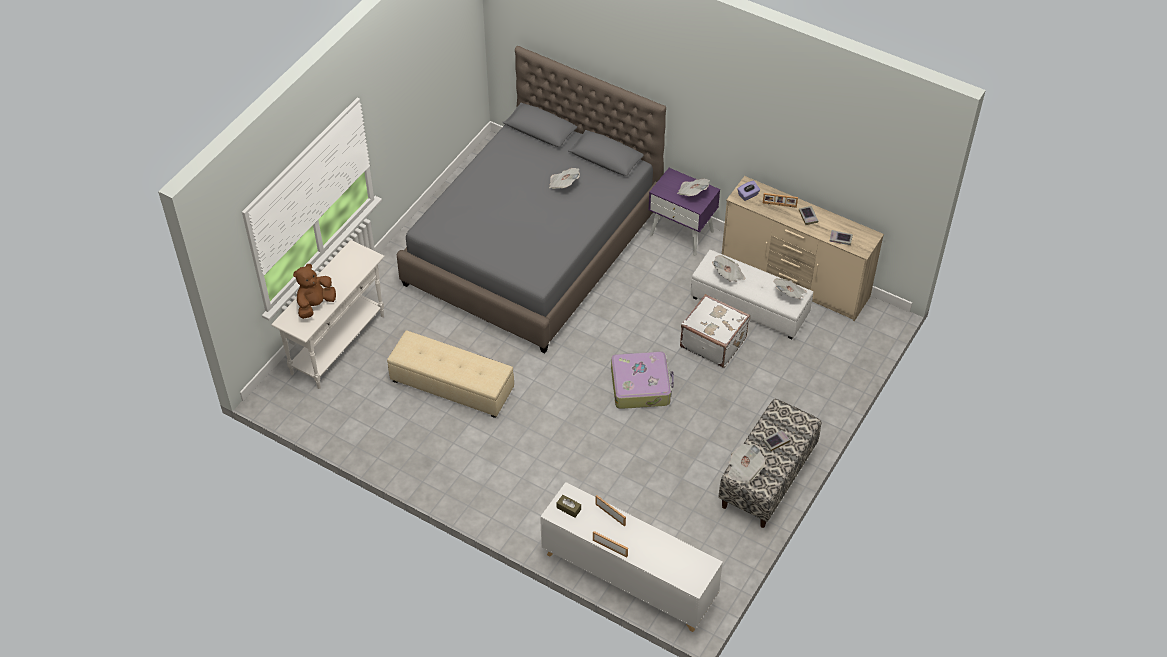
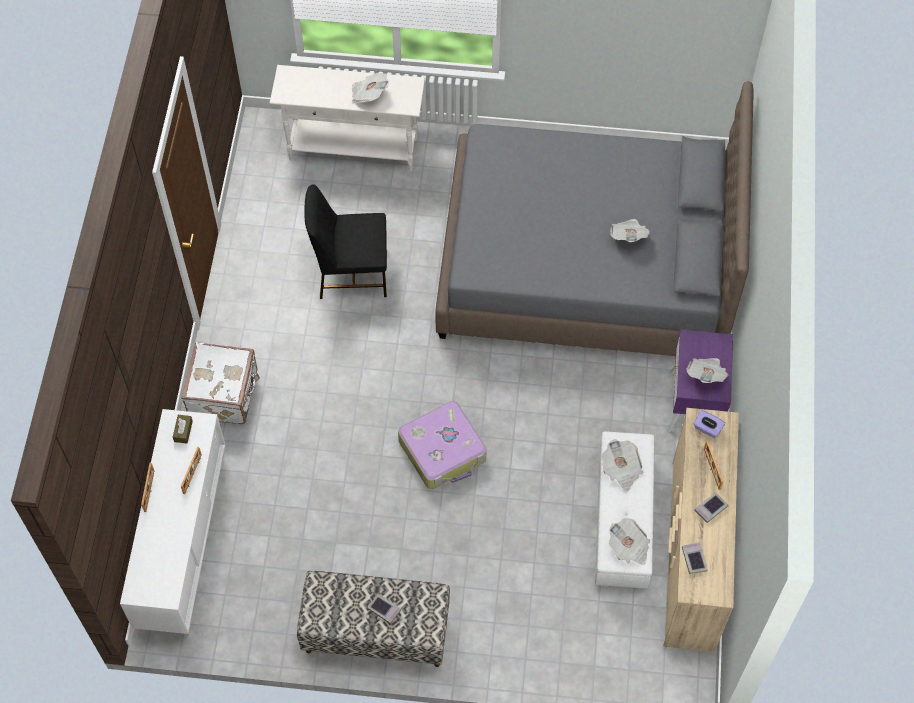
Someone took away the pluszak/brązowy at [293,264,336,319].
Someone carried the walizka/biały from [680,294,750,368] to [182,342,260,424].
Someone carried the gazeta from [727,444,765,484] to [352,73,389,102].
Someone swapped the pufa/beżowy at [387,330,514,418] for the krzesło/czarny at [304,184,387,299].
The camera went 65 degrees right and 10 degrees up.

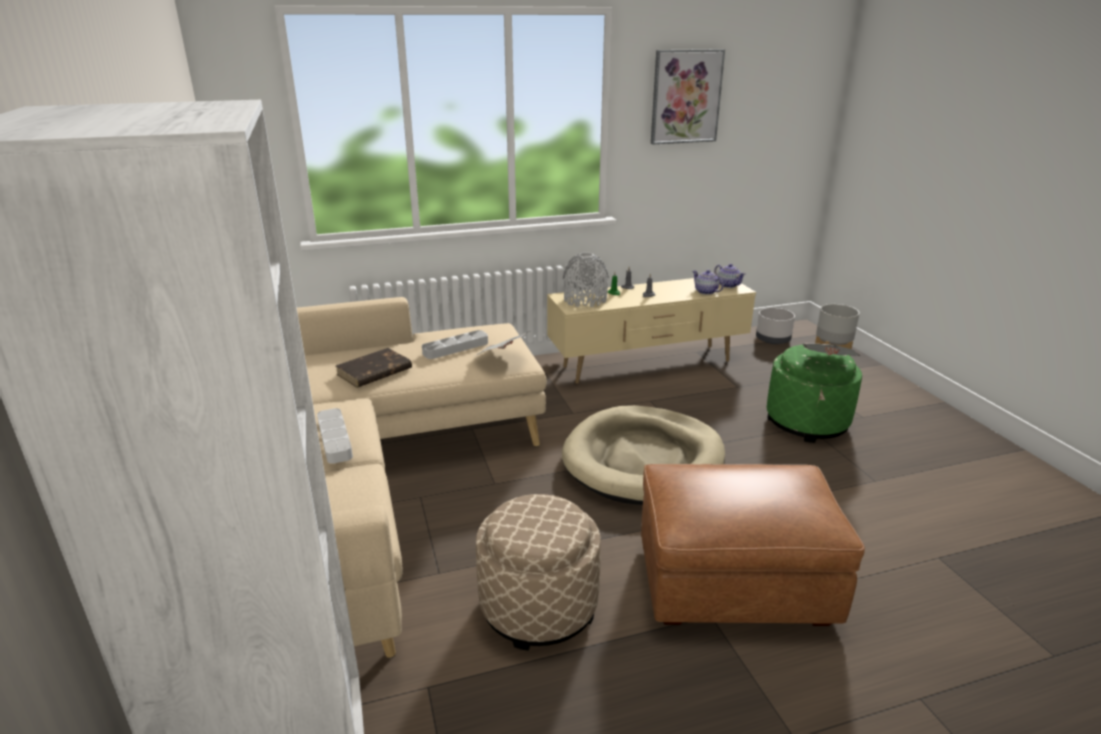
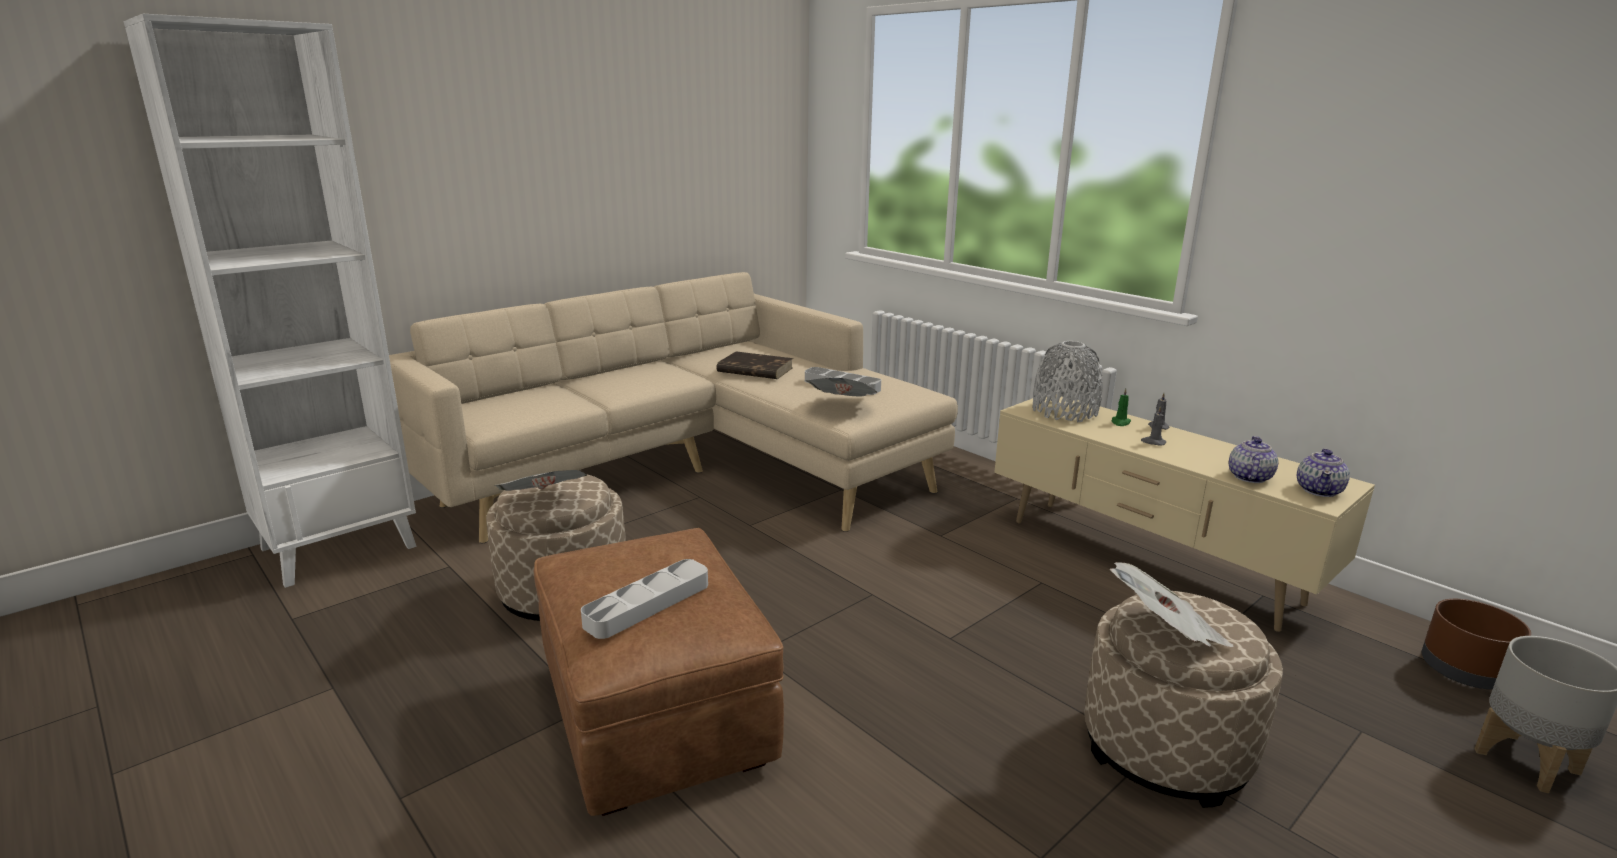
Someone took away the legowisko/beżowy at [562,405,725,505].
Someone took away the obraz at [651,49,725,144].
Someone put down the gazeta at [496,470,587,491].
Someone carried the taca/szary from [317,408,353,464] to [581,559,708,639].
Someone repainted the donica/szary at [756,308,795,344], which became the donica/brązowy at [1422,599,1531,690].
Someone repainted the pufa/zielony at [767,345,862,443], which became the pufa/beżowy at [1084,591,1283,808].
The camera went 65 degrees right and 5 degrees down.

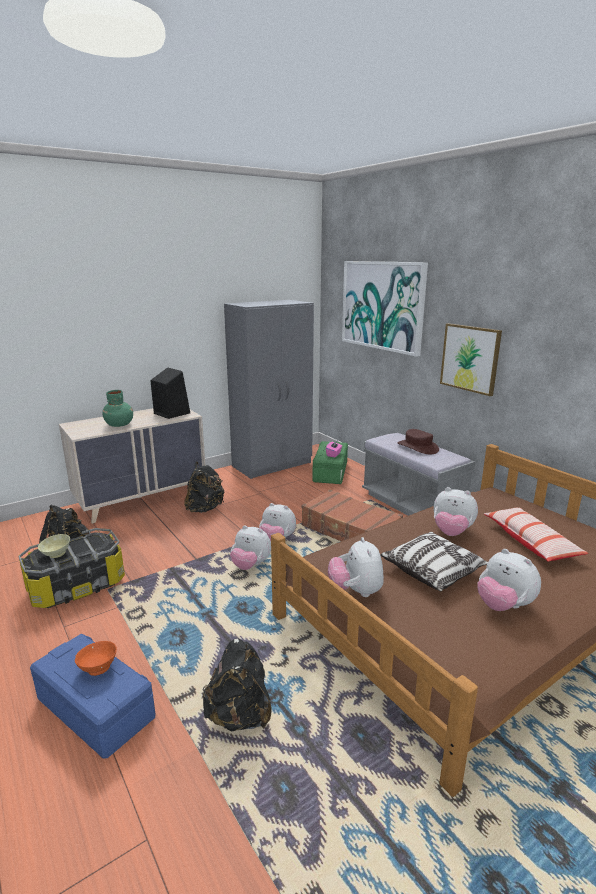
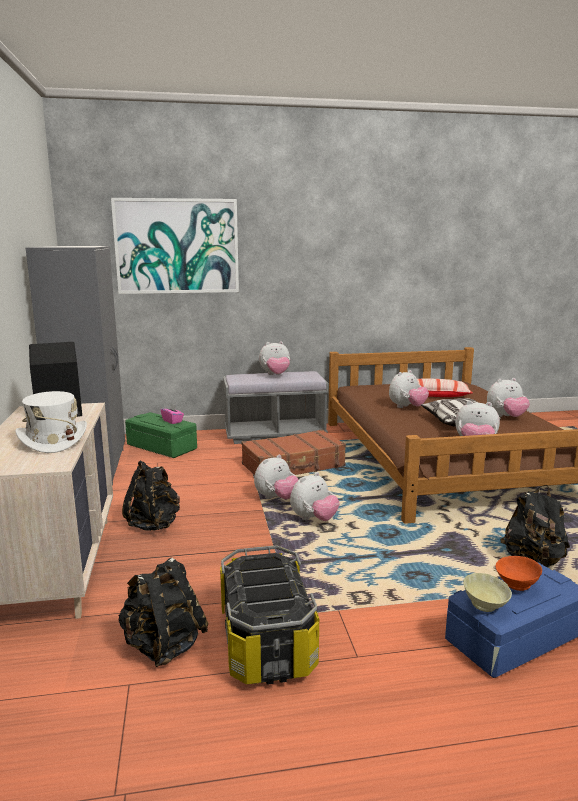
Someone took away the obraz at [440,323,502,396].
Someone carried the miska/beżowy from [38,534,70,558] to [464,573,512,612].
Someone swapped the wazon/zielony at [102,390,133,427] for the kapelusz/biały at [15,391,87,453].
Someone swapped the kapelusz/brązowy at [397,429,439,454] for the pluszak at [259,341,290,375].
The camera went 65 degrees left and 5 degrees down.

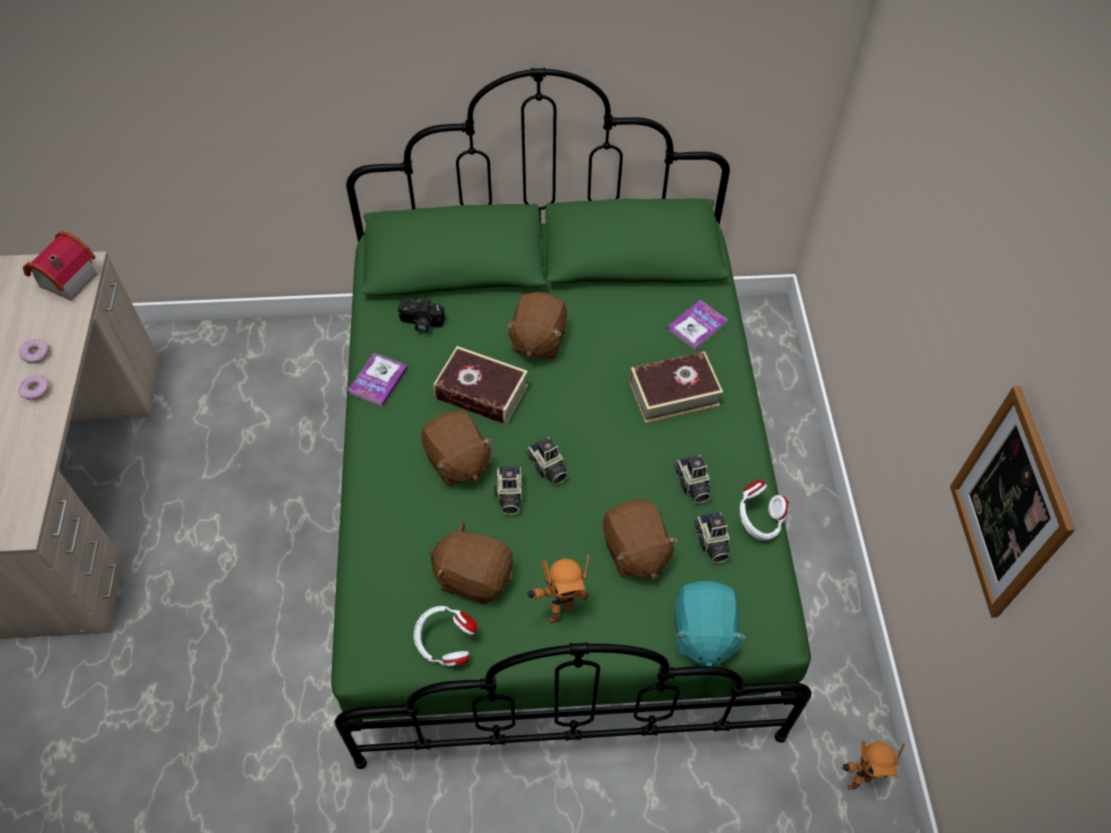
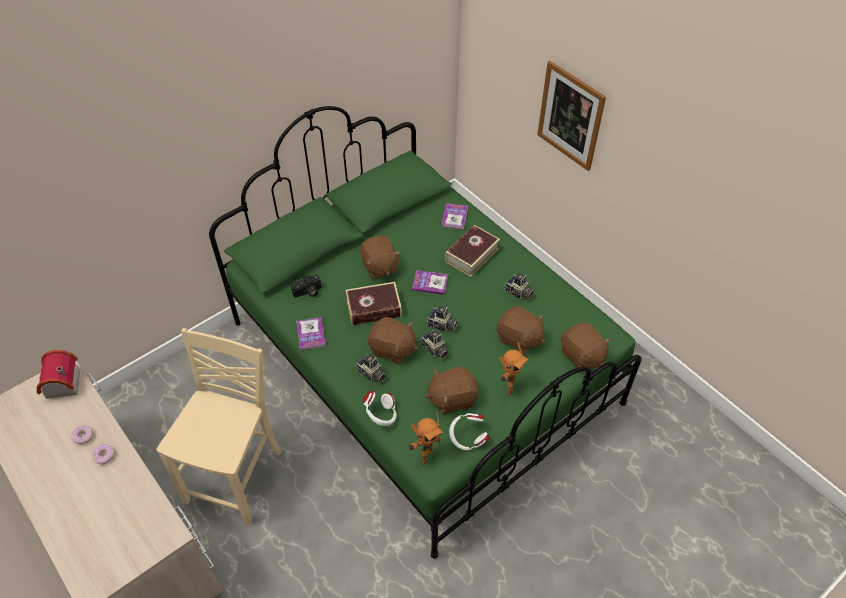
Someone put down the krzesło/beżowy at [156,328,281,524].
Someone put down the książka at [412,270,448,295].
Someone carried the aparat fotograficzny from [694,512,730,563] to [355,354,386,383].
Someone carried the słuchawki/biały from [740,480,789,540] to [363,391,397,426].
Someone carried the robot zabawkowy from [841,740,905,789] to [408,411,443,465].
Someone carried the obraz from [950,386,1075,618] to [537,61,606,171].
Someone repainted the pluszak/turkusowy at [675,581,747,666], which became the pluszak/brązowy at [561,323,611,368].
The camera went 35 degrees left and 5 degrees down.

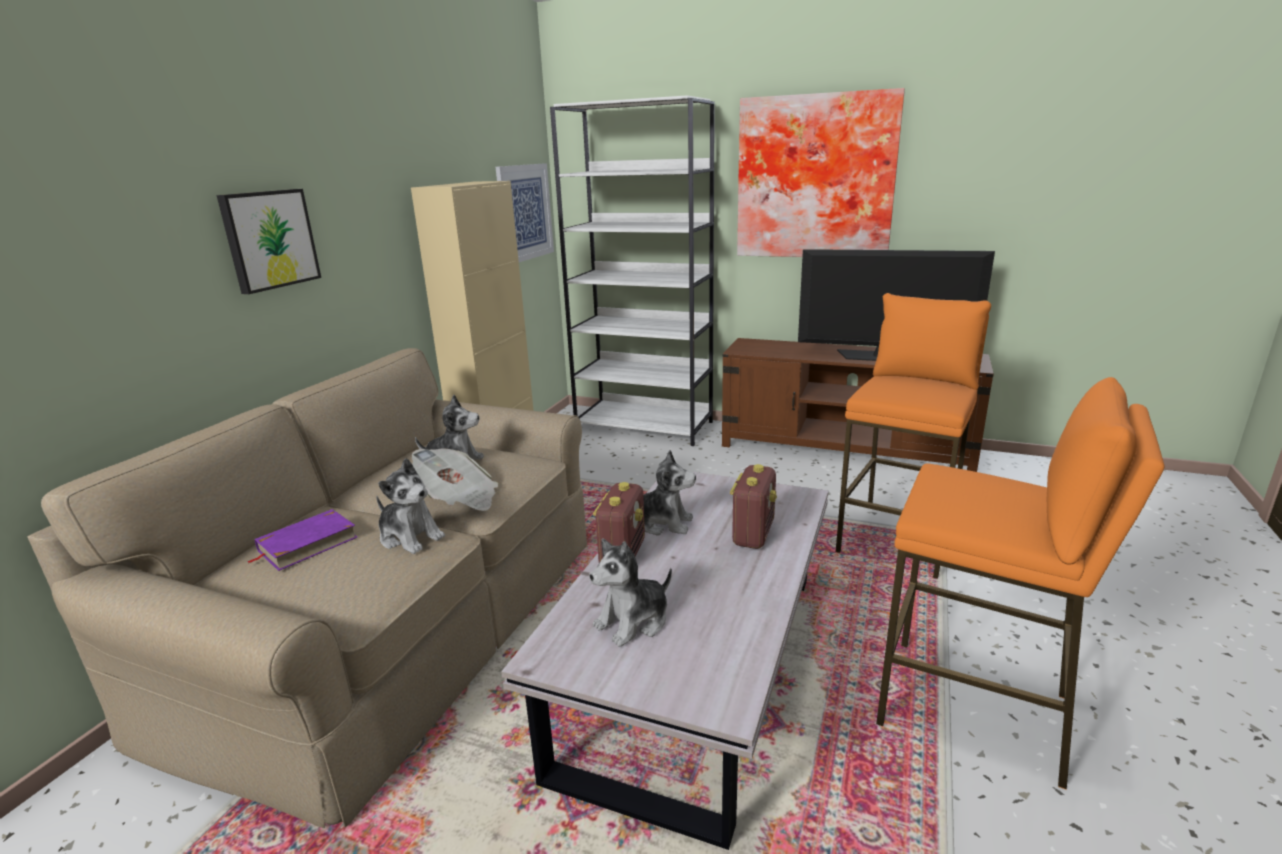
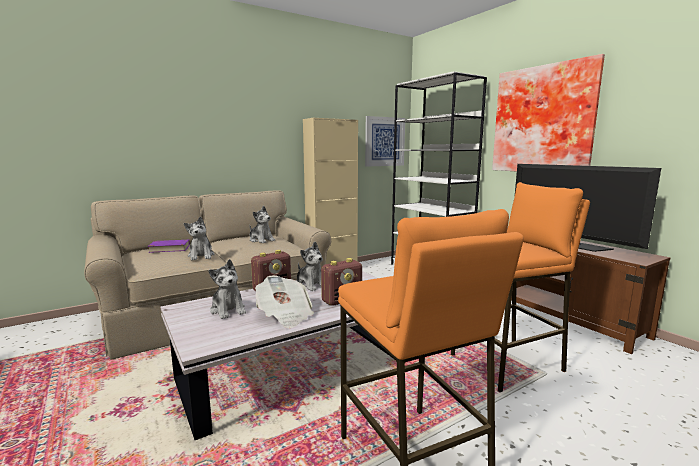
Someone took away the obraz at [216,189,321,294].
Someone carried the gazeta from [412,448,498,511] to [255,275,314,328].
Someone rotated the pluszak at [589,538,672,647] by 120 degrees counterclockwise.
The camera went 35 degrees right and 10 degrees down.

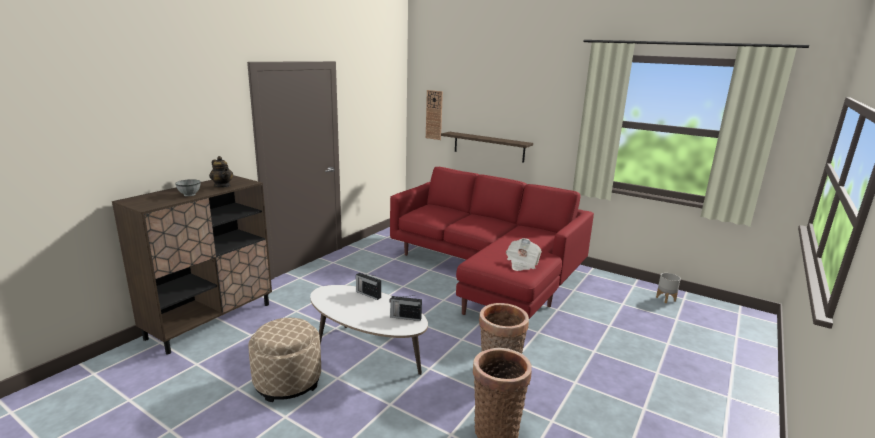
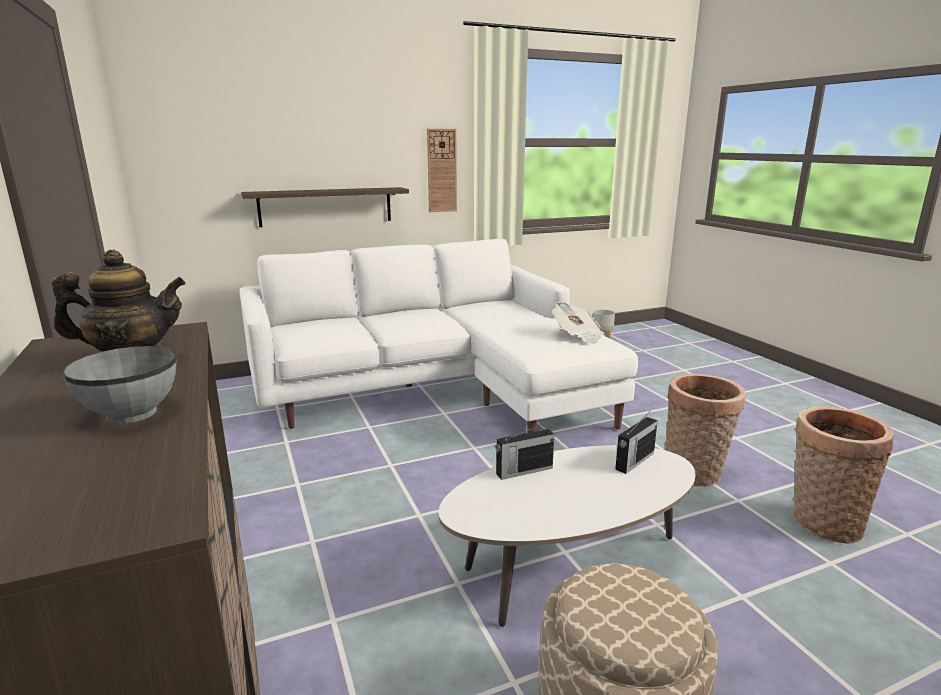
Someone carried the zegar ścienny from [426,90,443,140] to [427,129,457,212].
Someone repainted the kanapa/czerwony at [390,167,594,319], which became the kanapa/biały at [239,239,638,433].
The camera went 55 degrees left and 0 degrees up.

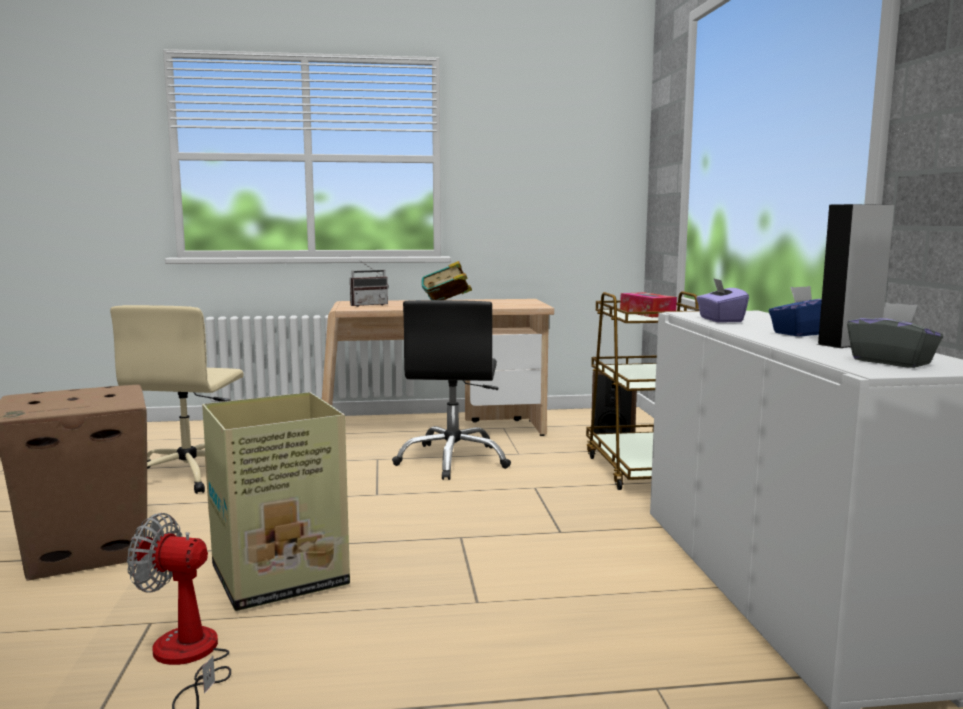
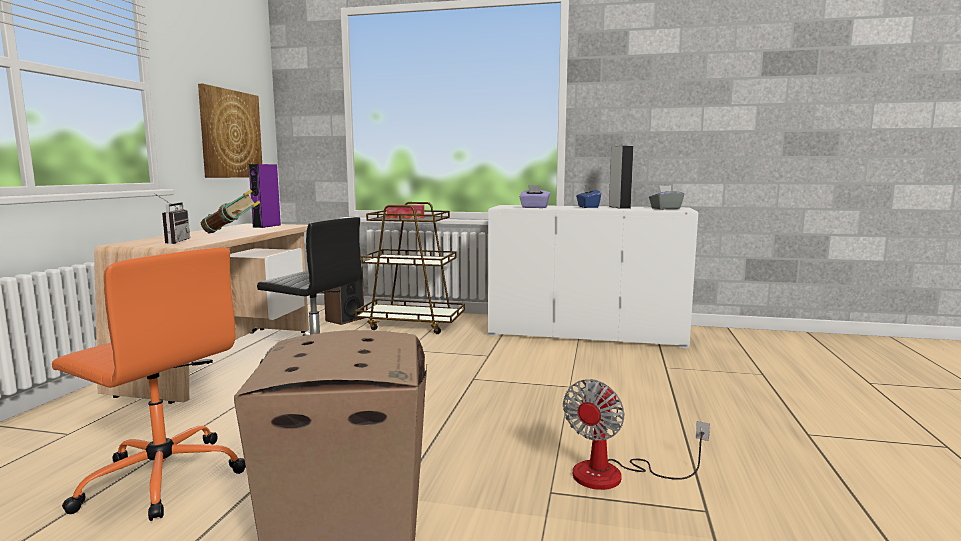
Someone took away the karton at [202,392,350,611].
Someone put up the obraz at [198,84,262,178].
Someone put down the głośnik/fioletowy at [248,164,281,228].
Someone repainted the krzesło biurowe/beżowy at [110,305,243,494], which became the krzesło biurowe/pomarańczowy at [52,248,246,521].
The camera went 70 degrees left and 0 degrees up.

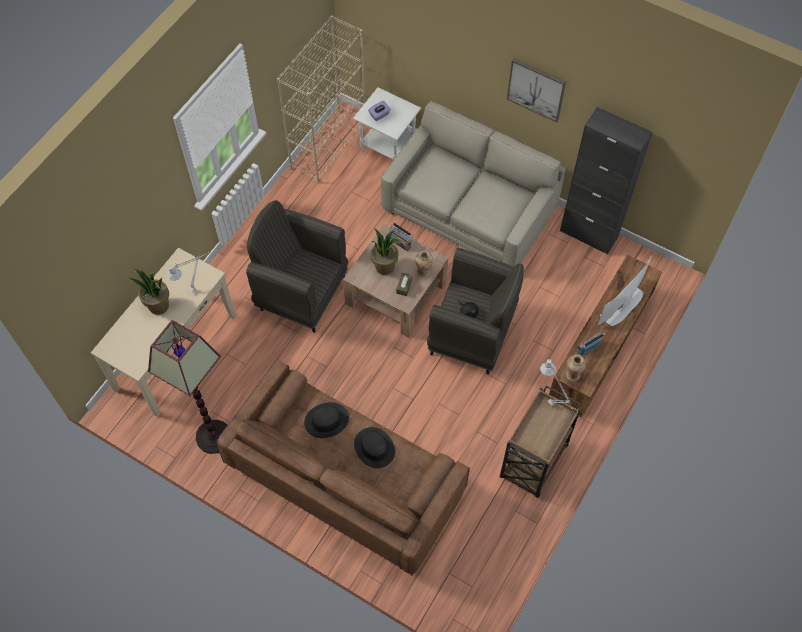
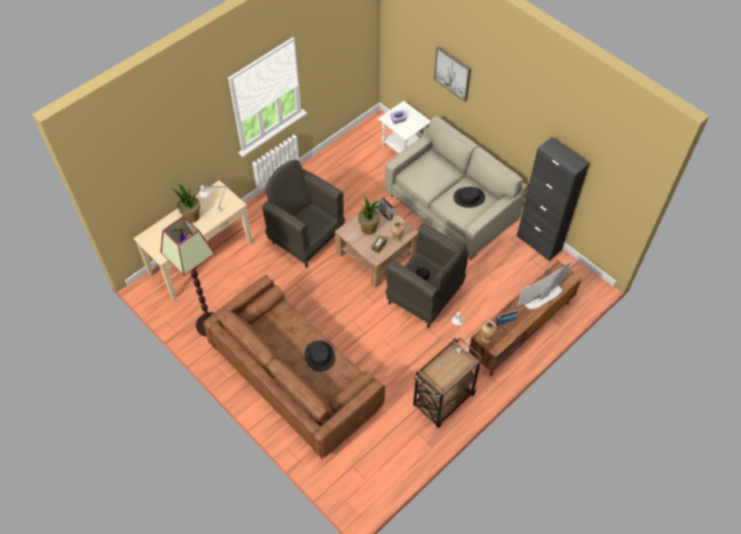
Someone took away the regał/beżowy at [277,15,365,184].
Someone carried the kapelusz/czarny from [304,402,349,438] to [453,187,485,208].
Someone carried the obraz from [507,58,566,122] to [434,46,471,102].
The camera went 15 degrees right and 5 degrees down.

